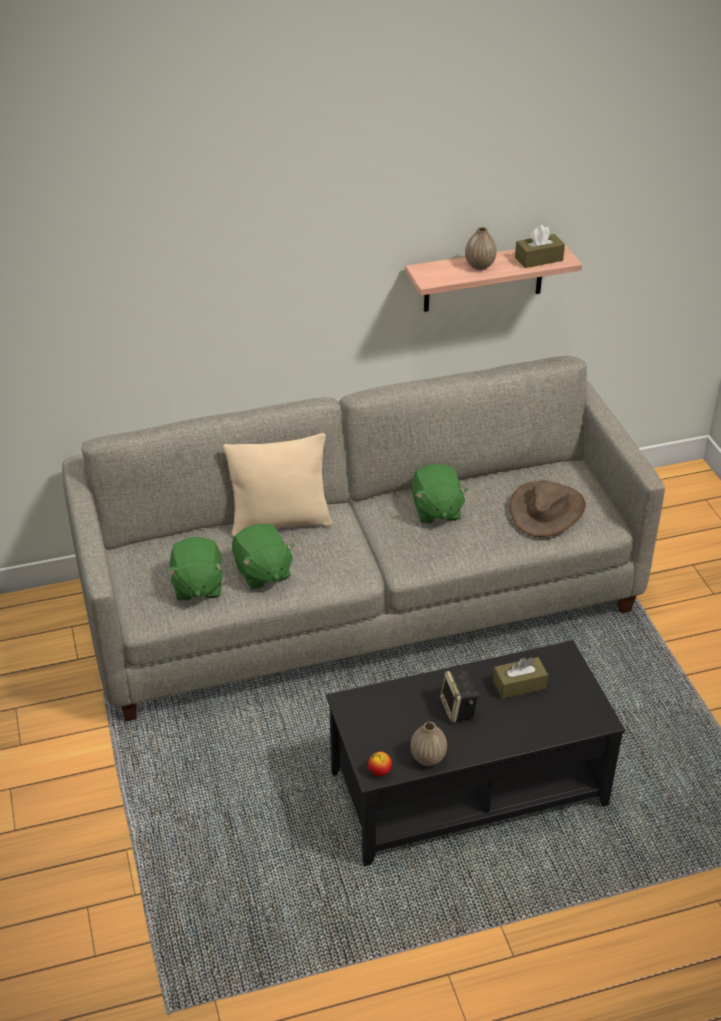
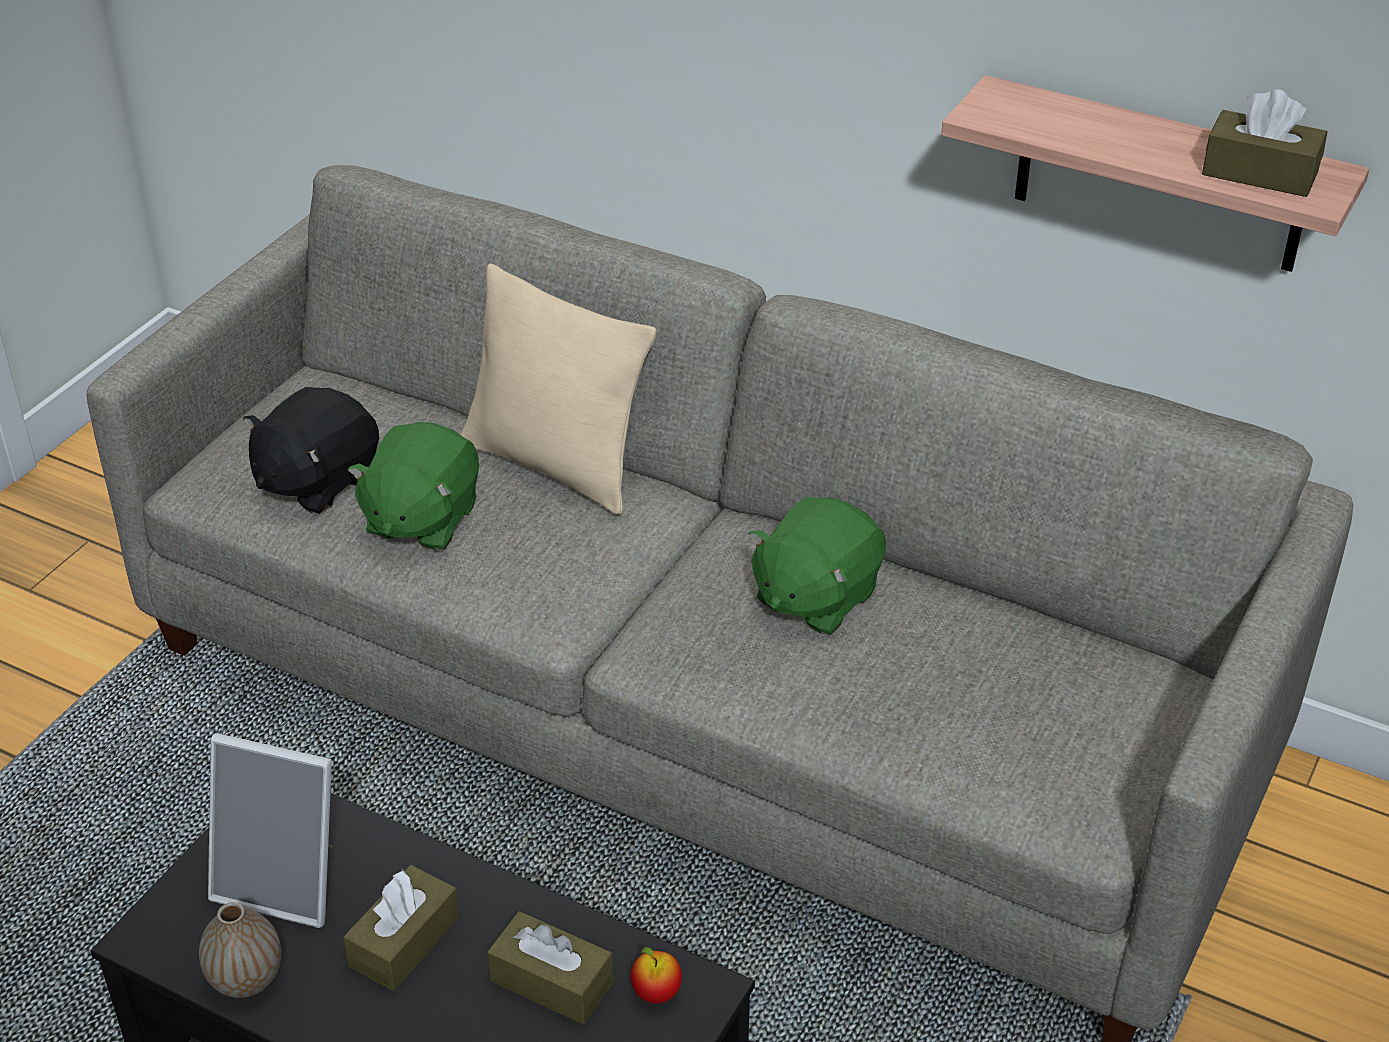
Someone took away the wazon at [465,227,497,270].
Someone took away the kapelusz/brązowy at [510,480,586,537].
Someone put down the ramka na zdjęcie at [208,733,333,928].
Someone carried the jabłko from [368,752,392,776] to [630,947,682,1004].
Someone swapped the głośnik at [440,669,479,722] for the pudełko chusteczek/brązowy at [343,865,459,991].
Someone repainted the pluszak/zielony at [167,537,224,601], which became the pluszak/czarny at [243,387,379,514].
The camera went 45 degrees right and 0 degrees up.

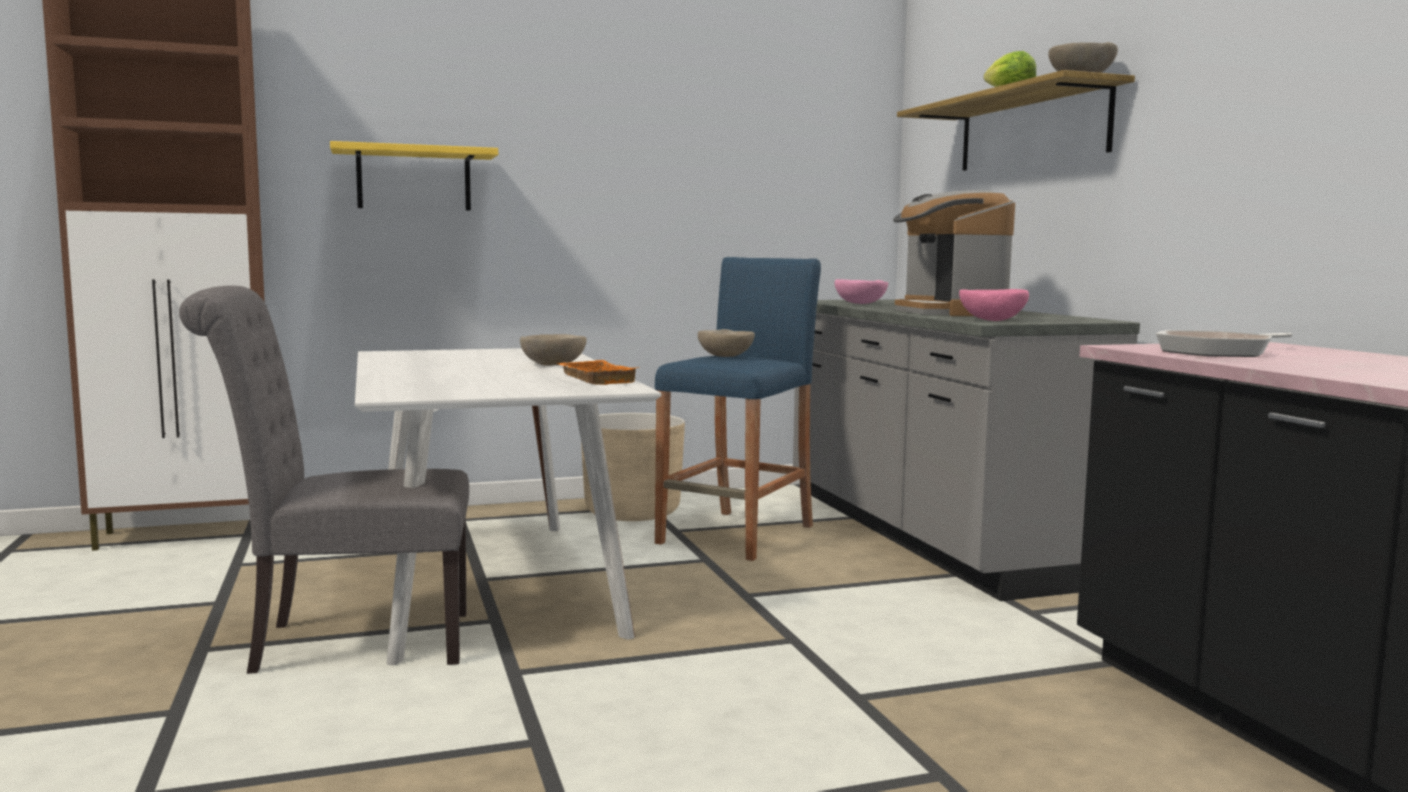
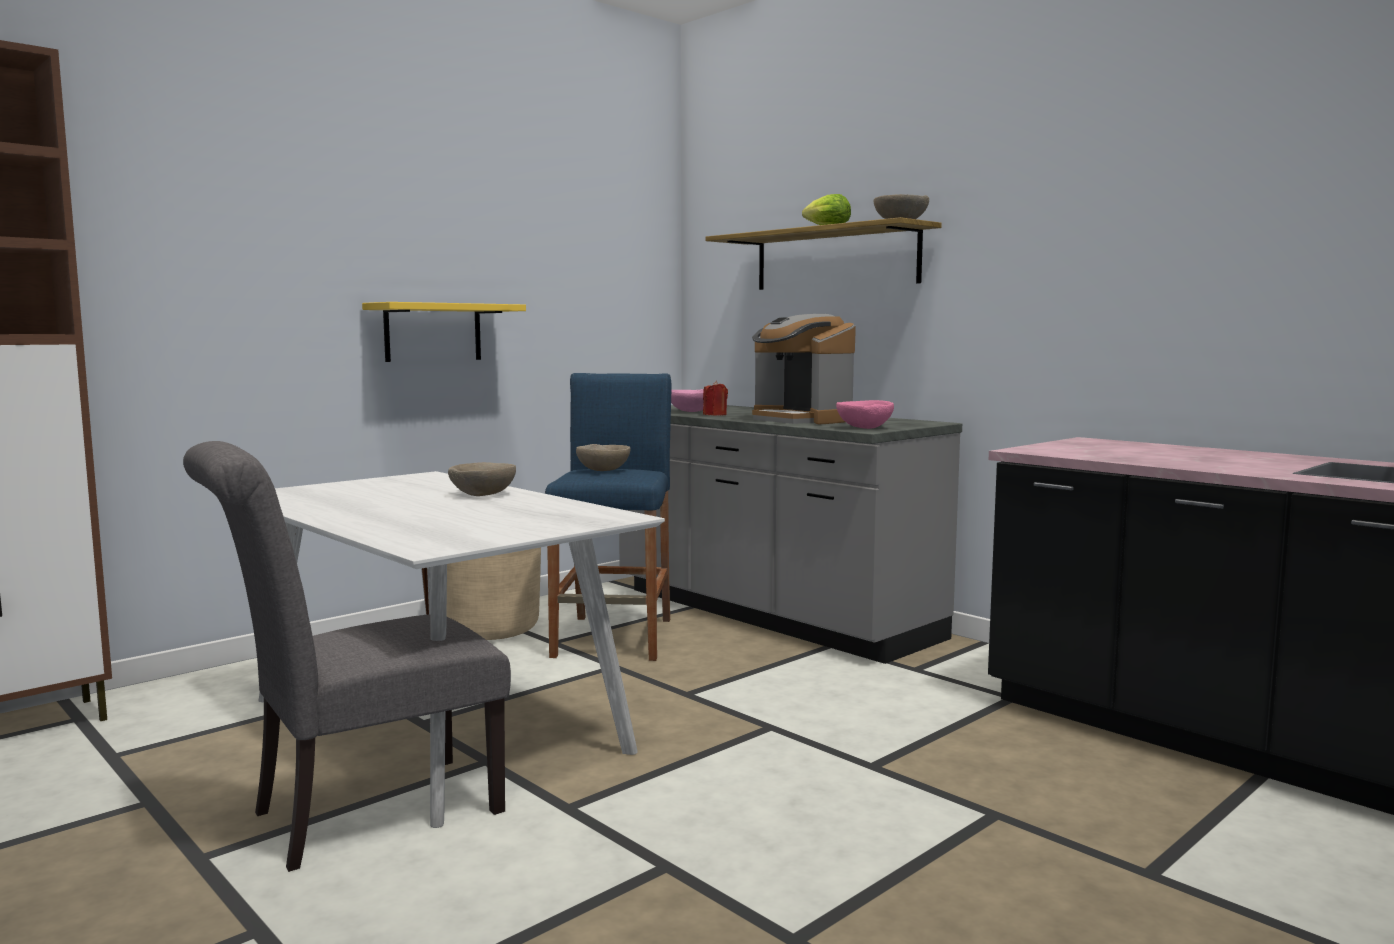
Someone took away the taca/pomarańczowy at [556,360,639,385].
Someone took away the patelnia at [1156,330,1292,357].
Someone put down the świeca/czerwony at [703,381,728,415].
Someone carried the półka/żółty from [330,141,498,211] to [362,302,526,362].
The camera went 25 degrees left and 0 degrees up.

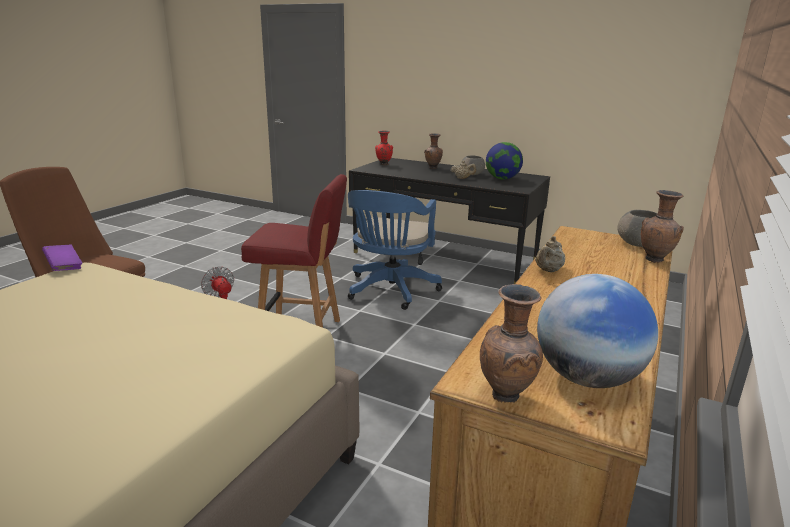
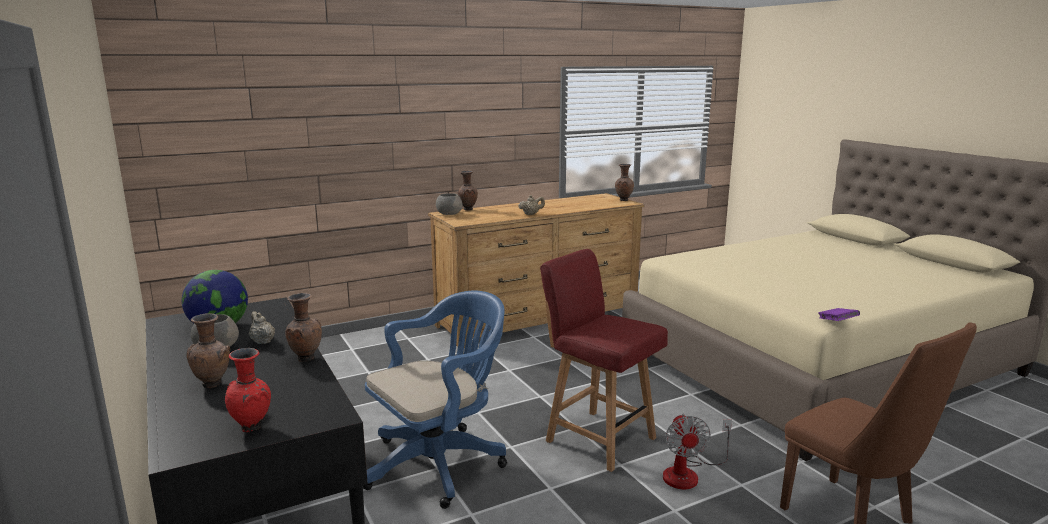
Someone took away the globus at [537,274,658,388].
Someone put down the wazon/brązowy at [285,293,322,362].
The camera went 145 degrees left and 5 degrees down.

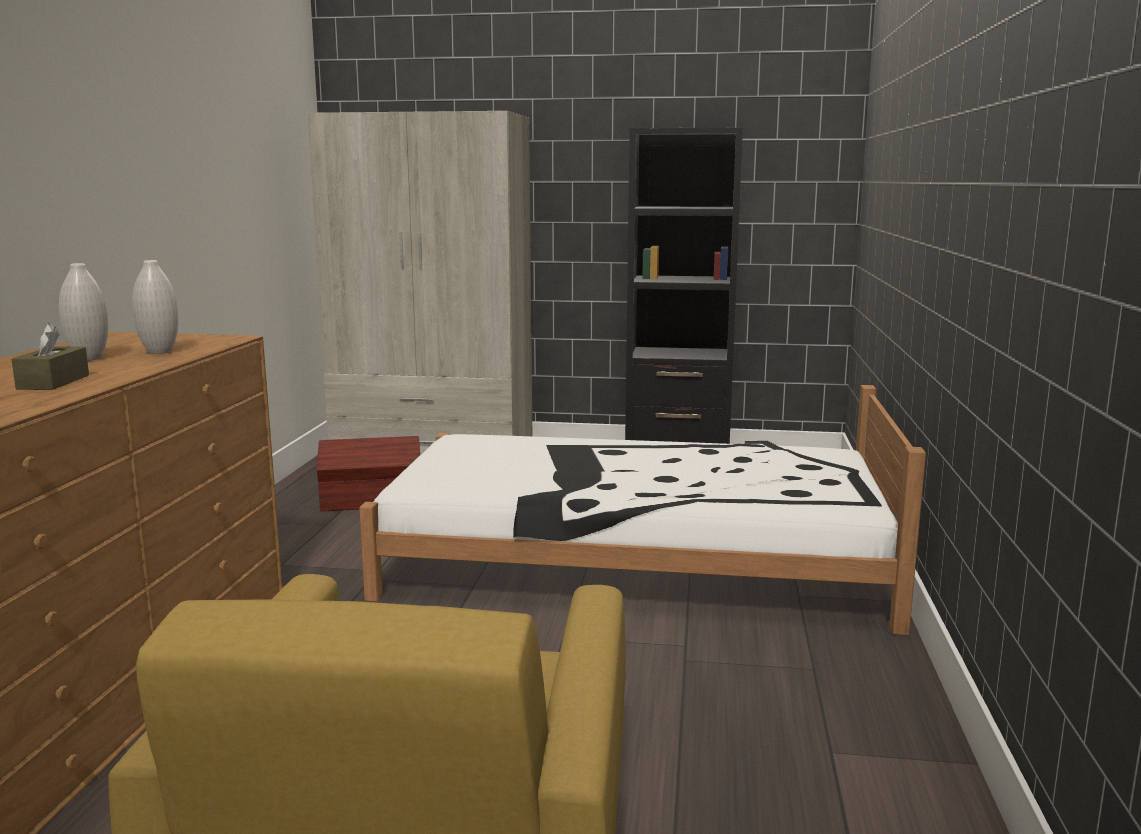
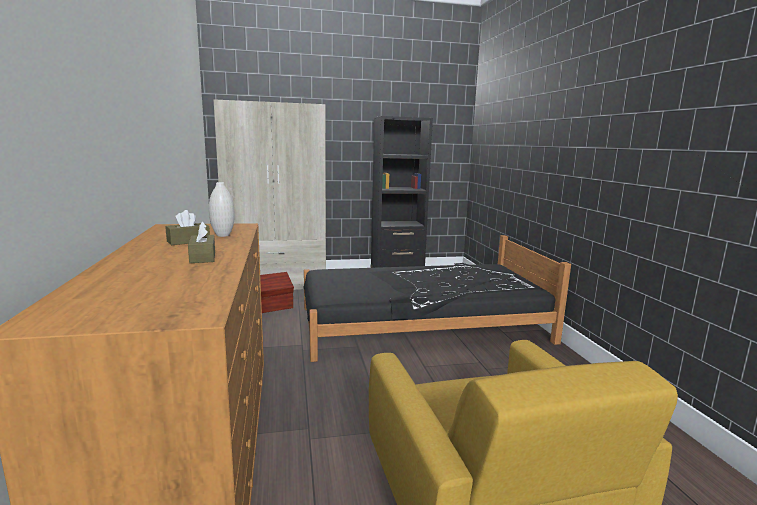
Someone swapped the wazon/biały at [59,263,109,361] for the pudełko chusteczek/brązowy at [165,210,210,245].
Someone repainted the łóżko/biały at [359,385,926,636], which became the łóżko/czarny at [303,235,571,362].
The camera went 20 degrees left and 0 degrees up.

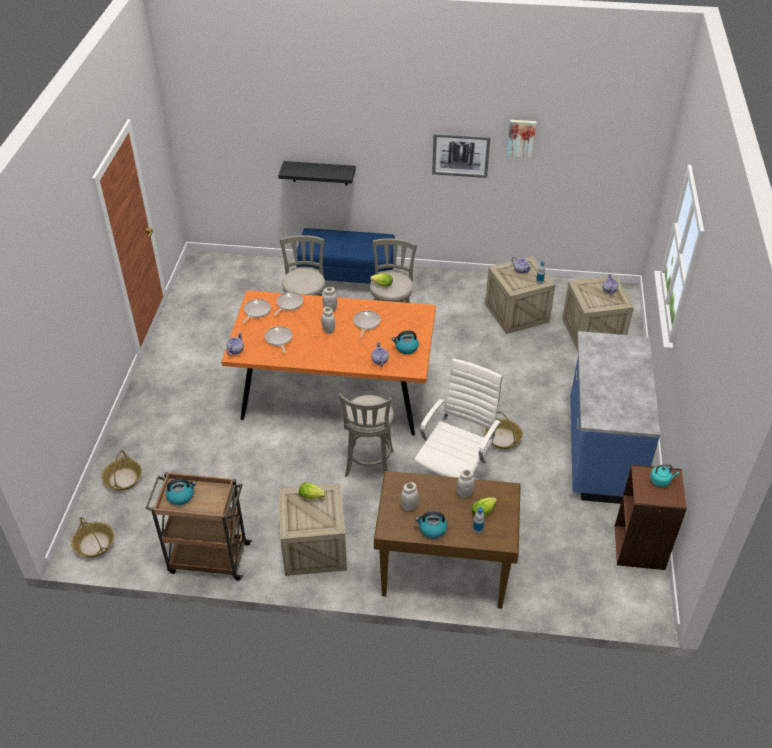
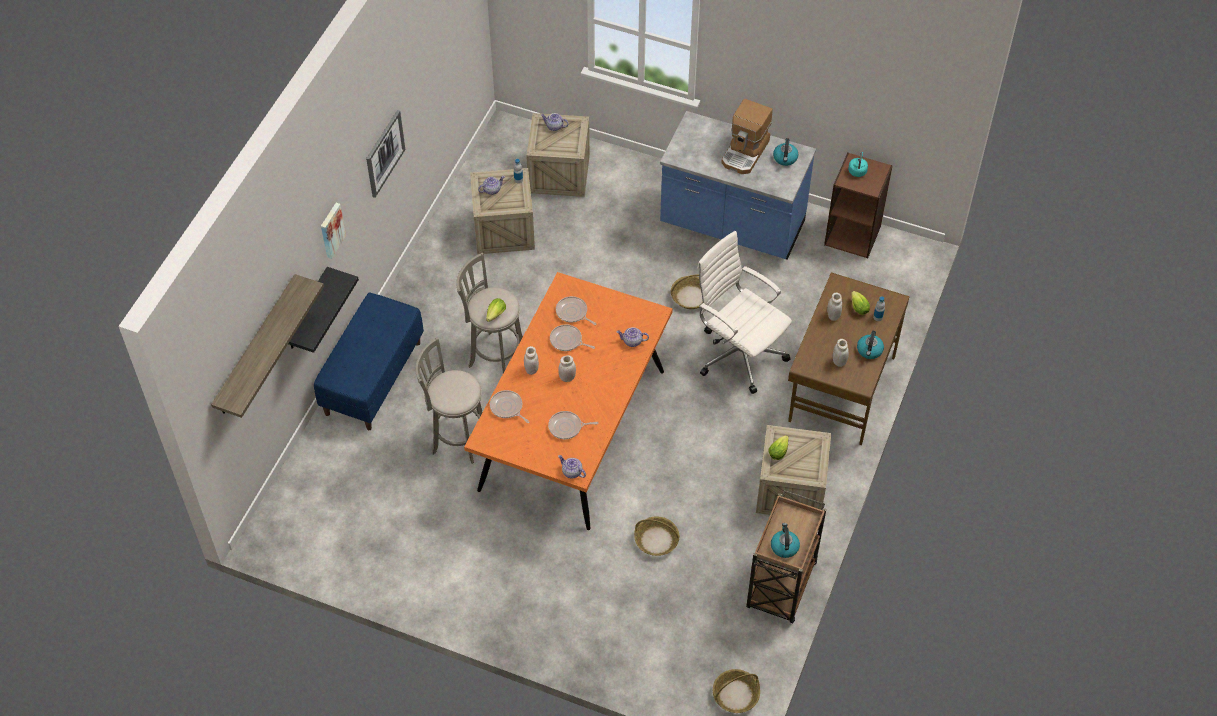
Someone took away the stołek/szary at [338,393,394,477].
Someone put up the półka at [211,274,324,418].
Someone put down the ekspres do kawy at [721,99,773,174].
Someone carried the koszyk from [102,450,142,491] to [634,516,680,556].
Someone carried the patelnia from [242,299,271,324] to [556,296,596,325].
Someone carried the czajnik from [392,330,419,354] to [773,138,798,166].
Someone carried the obraz from [507,120,537,158] to [321,203,346,259].
The camera went 75 degrees left and 10 degrees up.

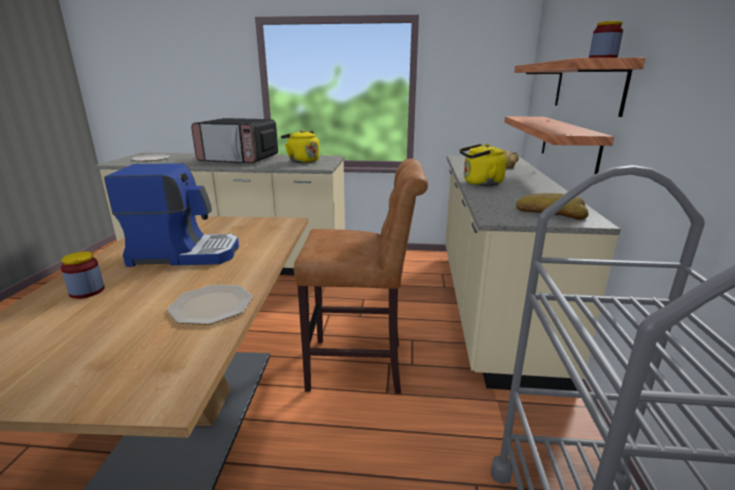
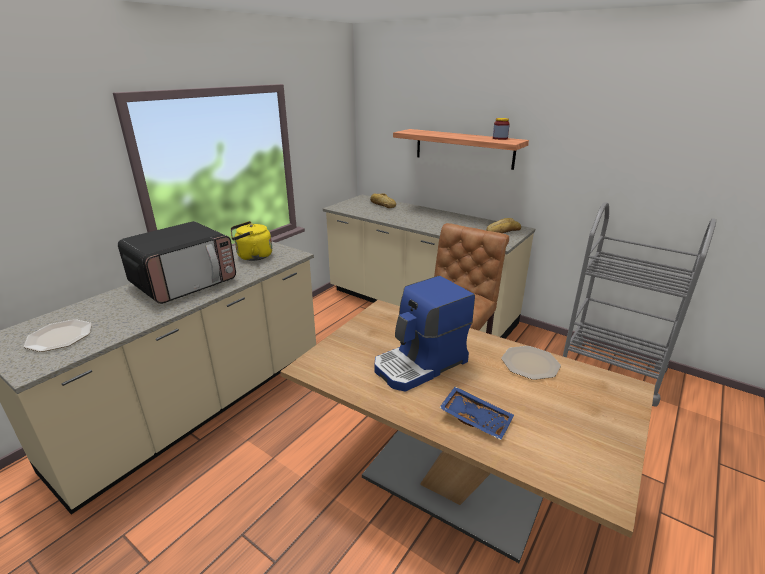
Someone took away the czajnik/żółty at [460,144,507,186].
Someone took away the półka at [504,116,614,174].
Someone swapped the słoik at [61,251,105,299] for the taca/niebieski at [439,386,514,440].
Someone rotated the ekspres do kawy at [104,163,239,267] by 150 degrees counterclockwise.
The camera went 60 degrees left and 5 degrees up.

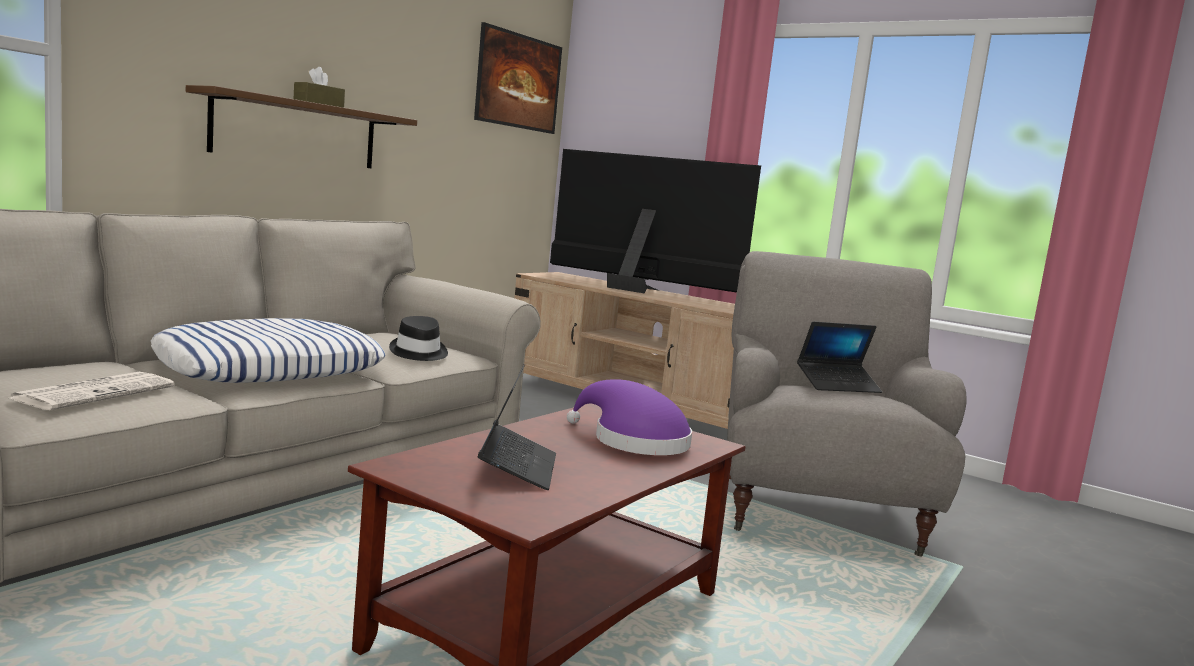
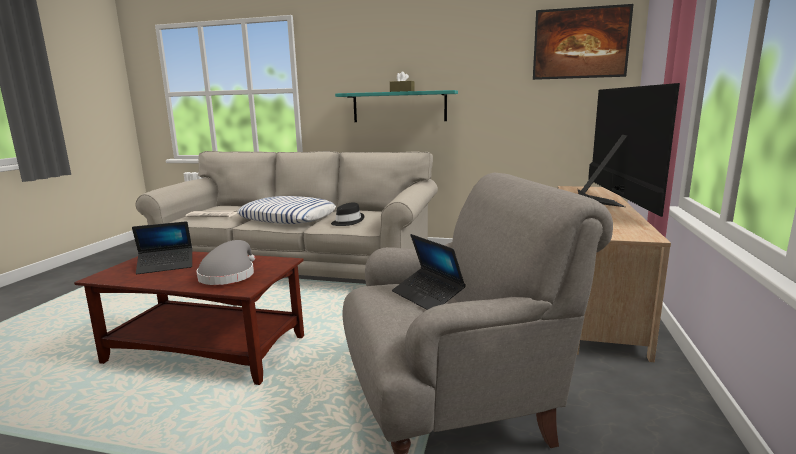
Someone repainted the półka/brązowy at [186,85,417,168], which became the półka/turkusowy at [335,90,458,122].
Someone repainted the kapelusz/fioletowy at [567,379,692,455], which became the kapelusz/szary at [196,240,255,285].
The camera went 70 degrees right and 5 degrees up.

